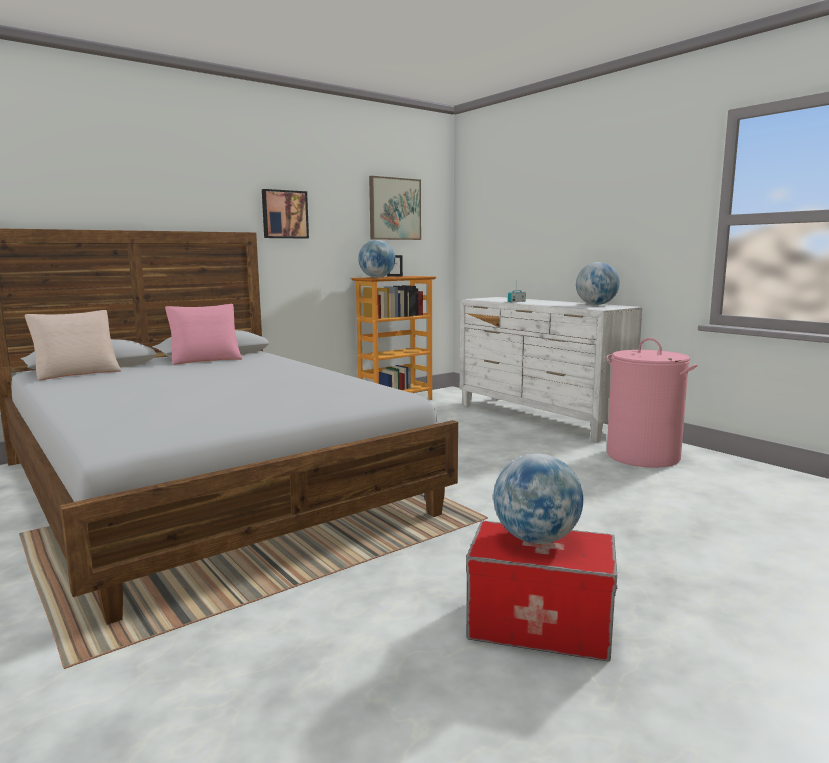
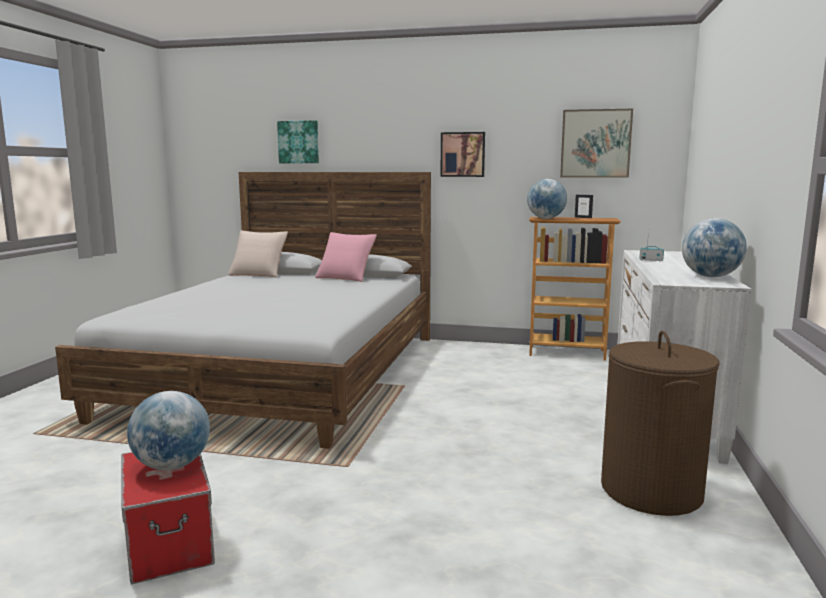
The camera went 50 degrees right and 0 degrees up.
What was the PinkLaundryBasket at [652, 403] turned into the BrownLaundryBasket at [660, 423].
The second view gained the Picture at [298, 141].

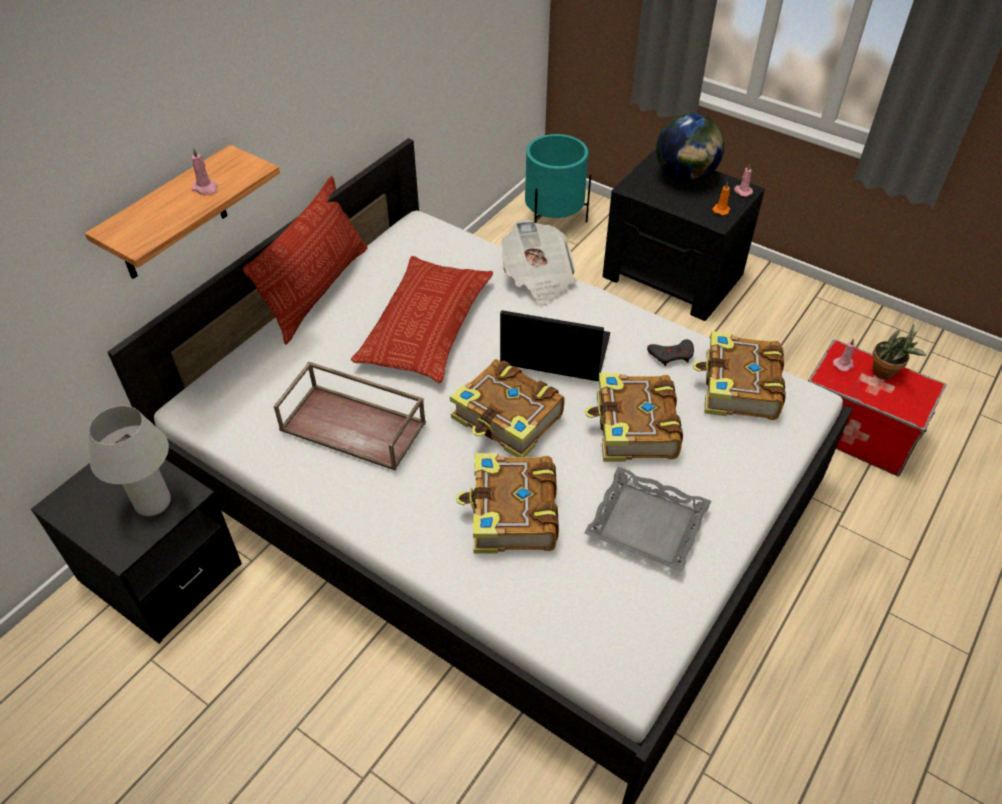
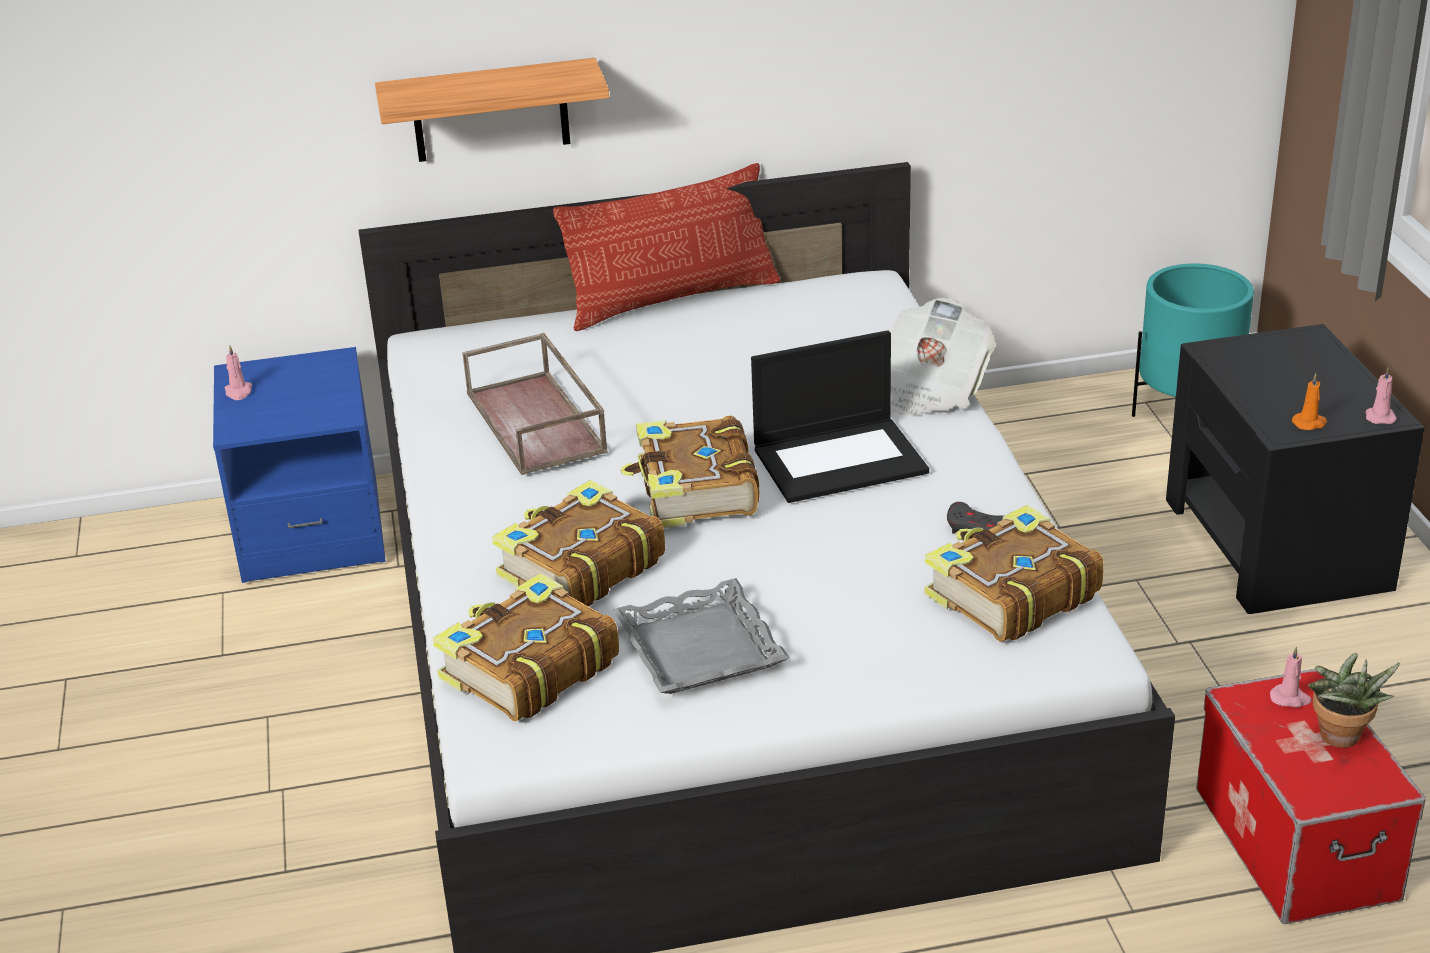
The camera went 45 degrees right and 15 degrees down.
What was the BlackNightstand at [136, 538] turned into the BlueNightstand at [299, 465].
The second view lost the WhiteTableLamp at [130, 461].
The PinkCandle ended up elsewhere, having gone from [204, 171] to [238, 372].
The second view lost the Pillow at [422, 319].
The Laptop at [555, 345] ended up facing another way, 105 degrees clockwise from before.
The Book ended up elsewhere, having gone from [634, 417] to [526, 647].
The second view lost the Globe at [690, 147].

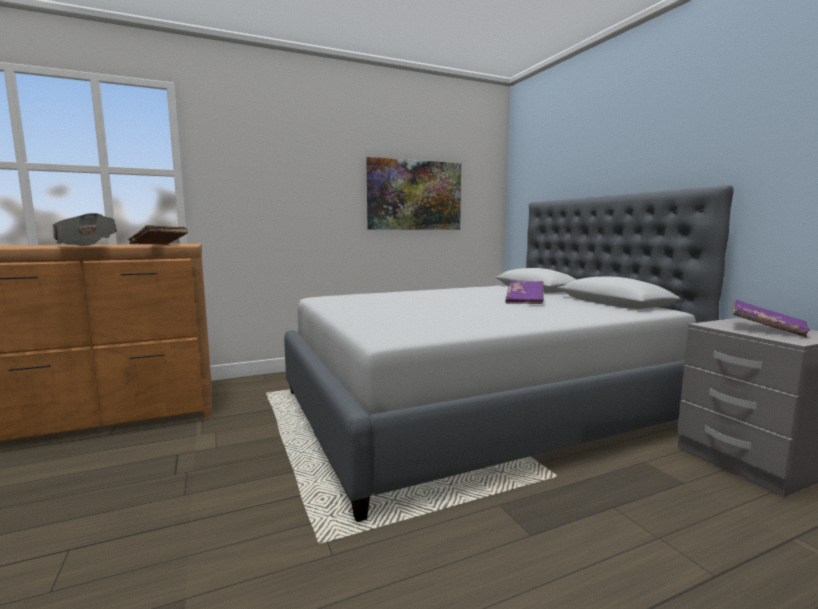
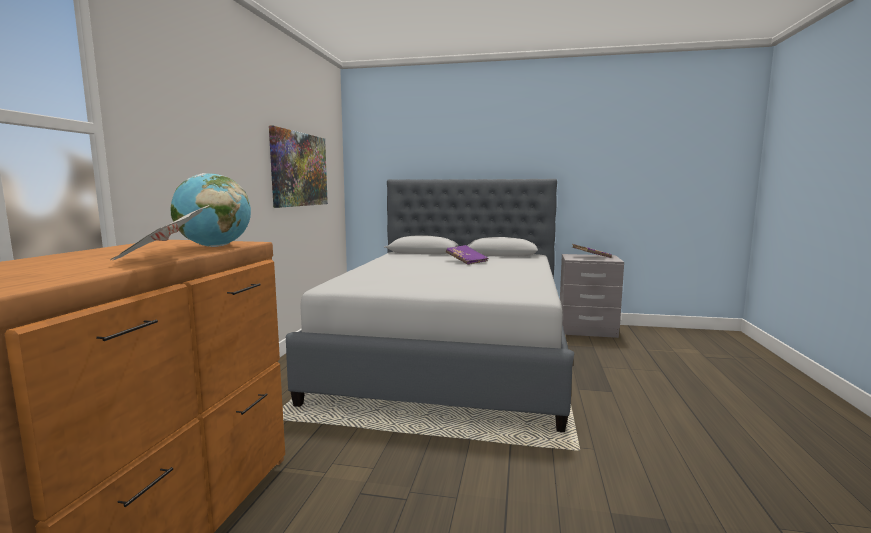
The camera went 55 degrees left and 0 degrees up.
Where the BrownBook stood at [158, 235], the Globe came to stand at [211, 210].

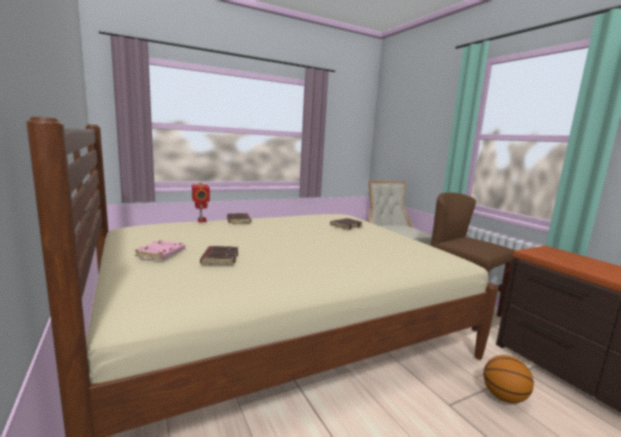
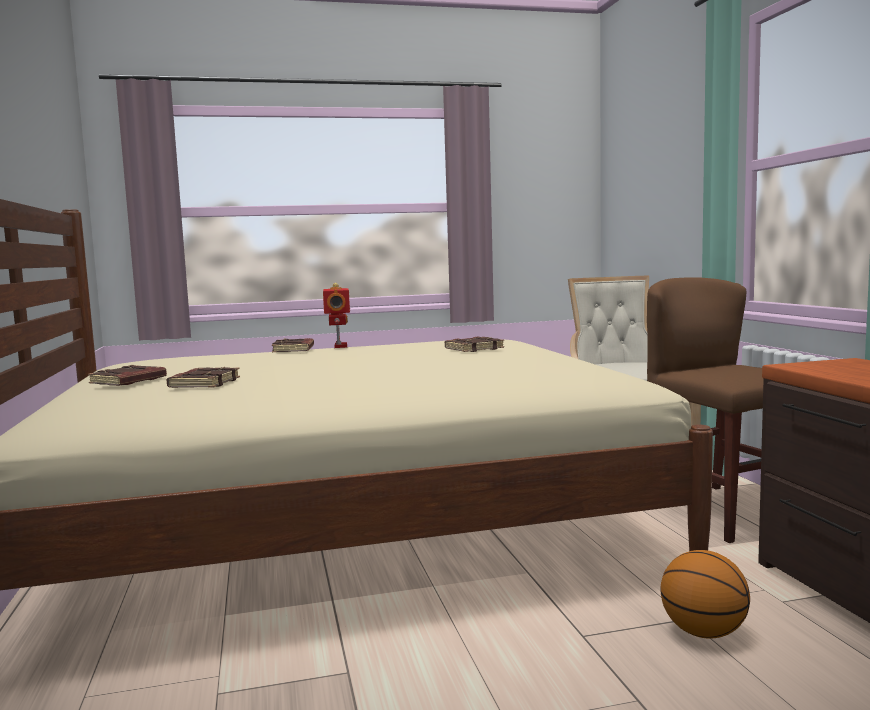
The camera went 15 degrees right and 5 degrees down.
What was the PinkBook at [159, 250] turned into the BrownBook at [127, 375].
The ToyRobot ended up elsewhere, having gone from [201, 202] to [336, 315].

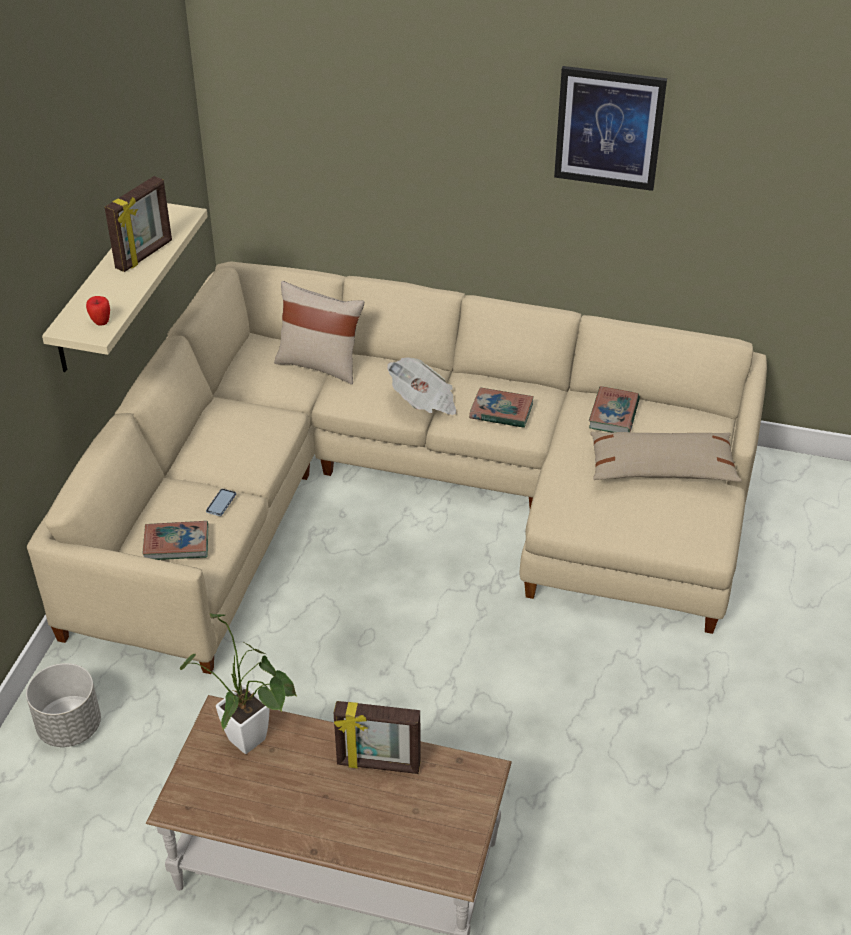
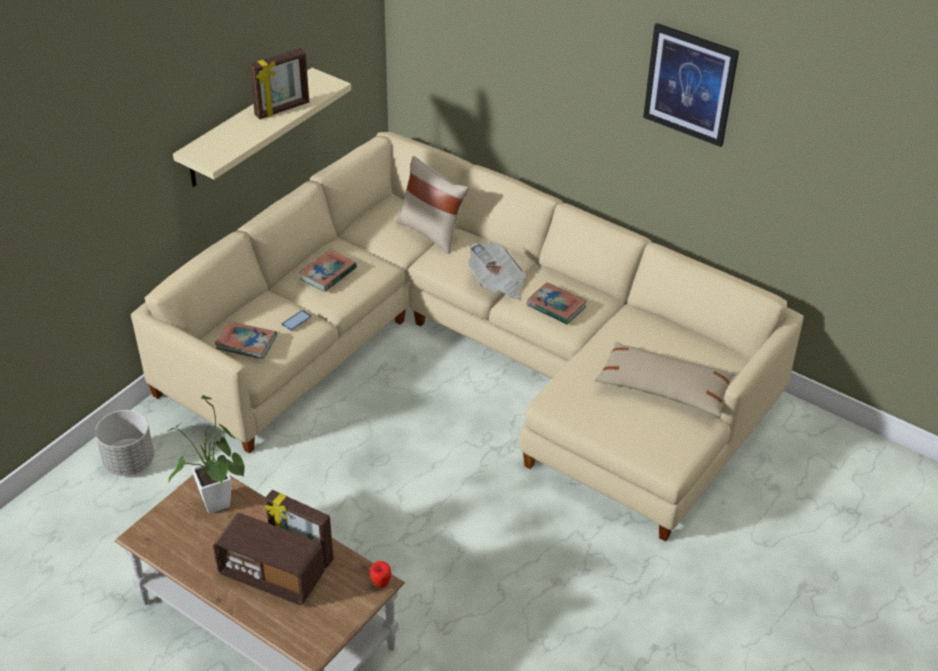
The camera went 20 degrees right and 0 degrees up.
The Apple ended up elsewhere, having gone from [98, 310] to [380, 574].
The Book ended up elsewhere, having gone from [614, 409] to [328, 270].
The second view gained the Radio at [269, 559].

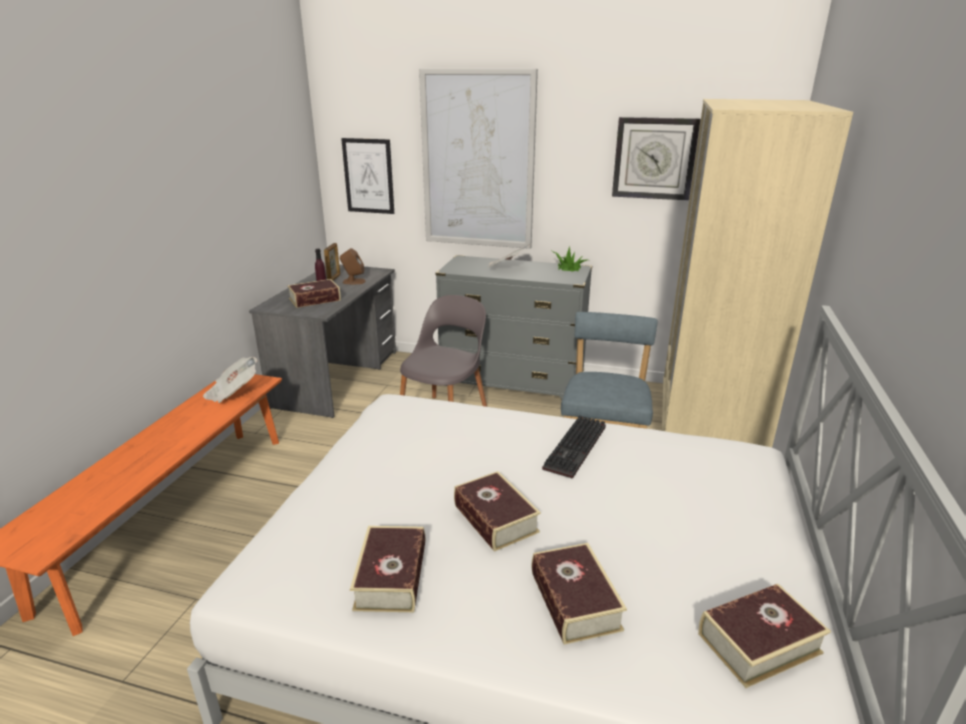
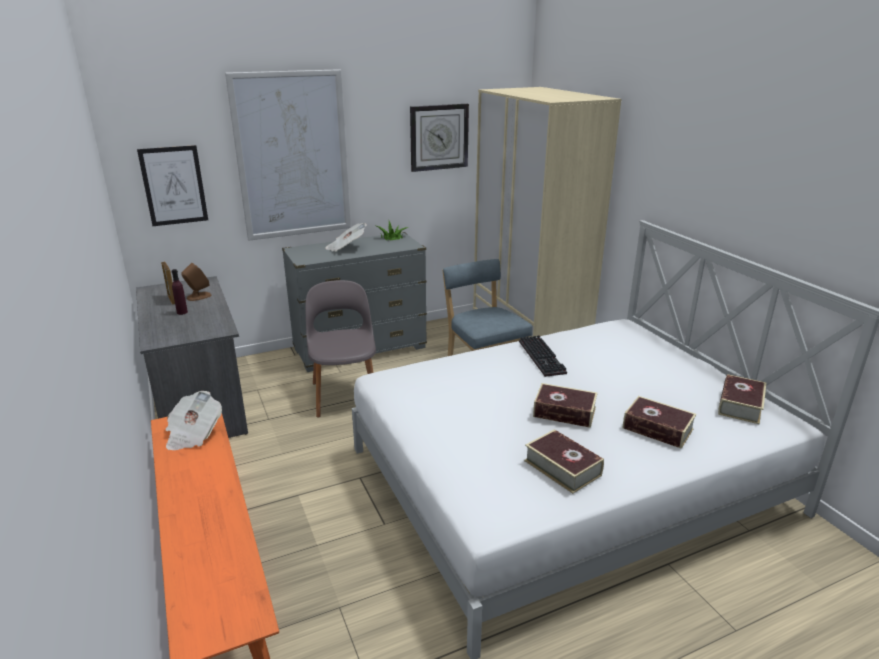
The camera went 40 degrees left and 0 degrees up.
The second view lost the Book at [314, 293].

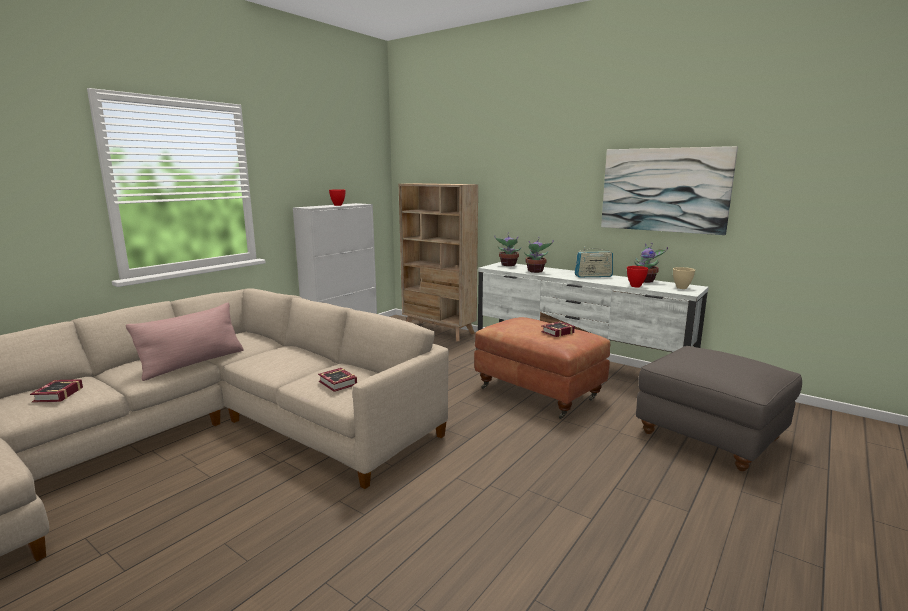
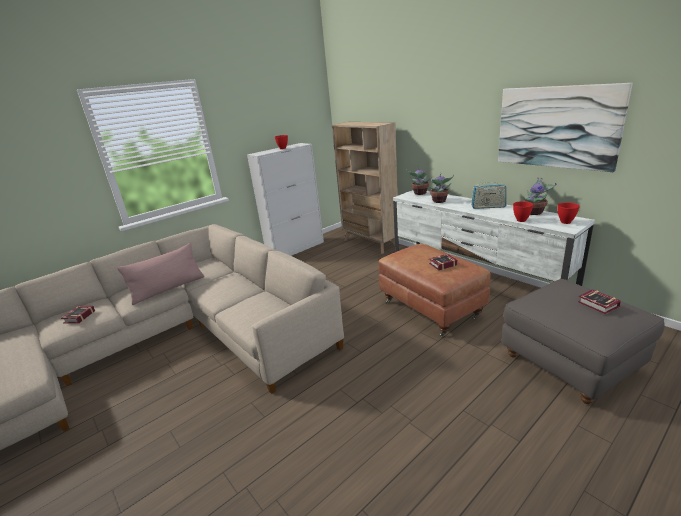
The camera went 15 degrees right and 10 degrees up.
The Book ended up elsewhere, having gone from [337, 380] to [599, 302].
What was the BeigeBowl at [684, 278] turned into the RedBowl at [569, 213].

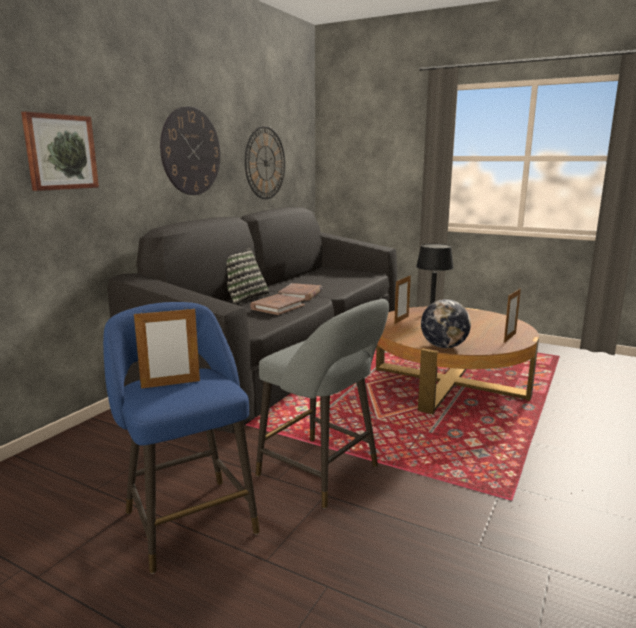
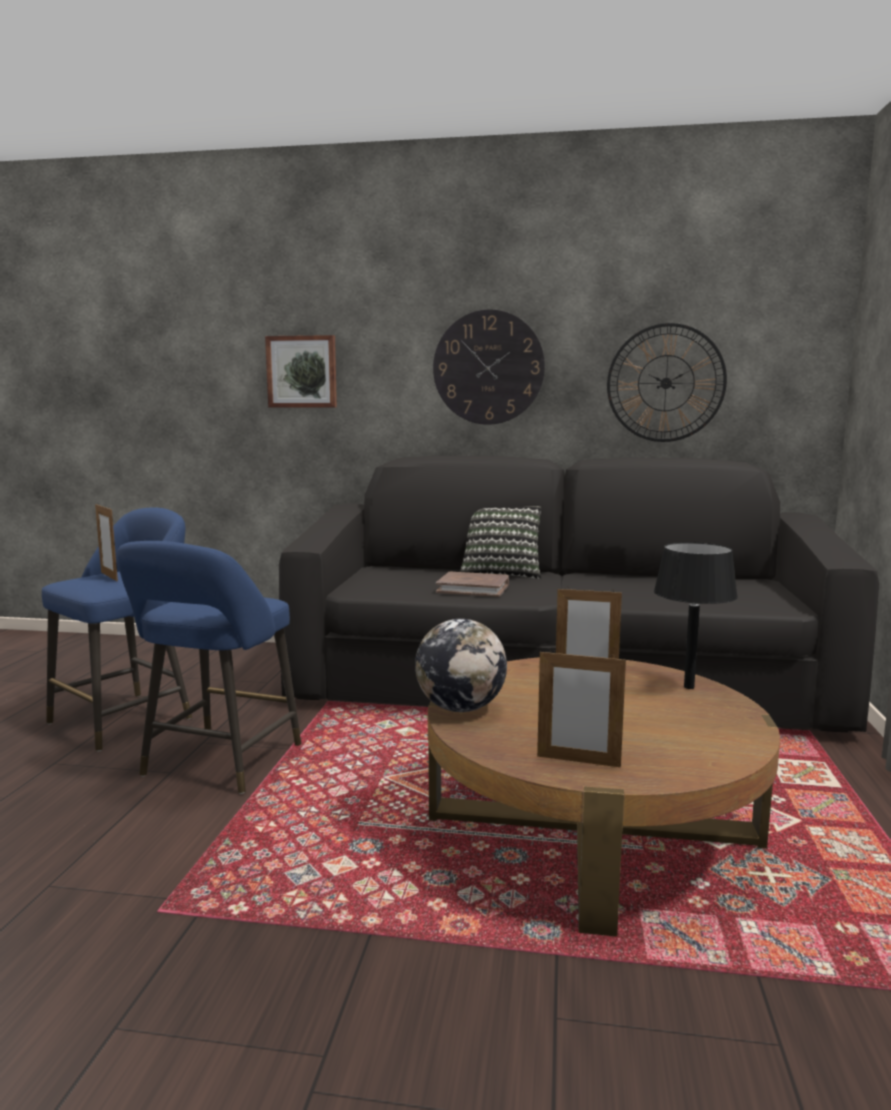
The camera went 70 degrees right and 5 degrees down.
What was the GreyStool at [322, 404] turned into the BlueStool at [209, 667].
The second view lost the BrownBook at [300, 292].

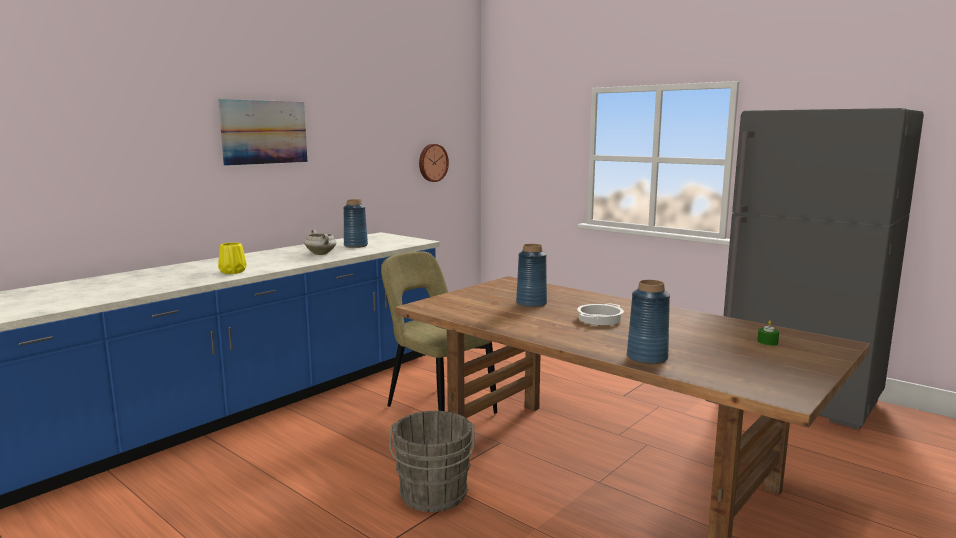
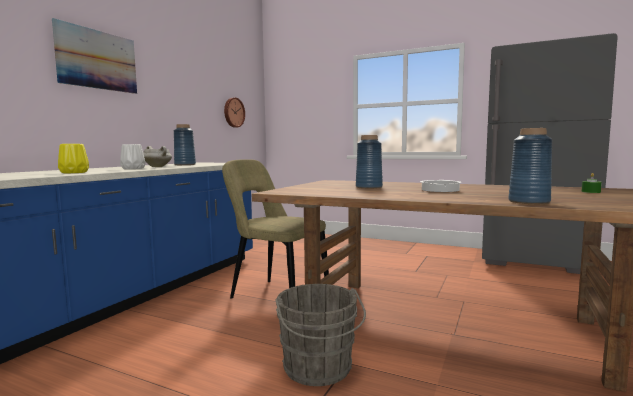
The camera went 15 degrees left and 5 degrees down.
The second view gained the WhiteVase at [132, 156].

